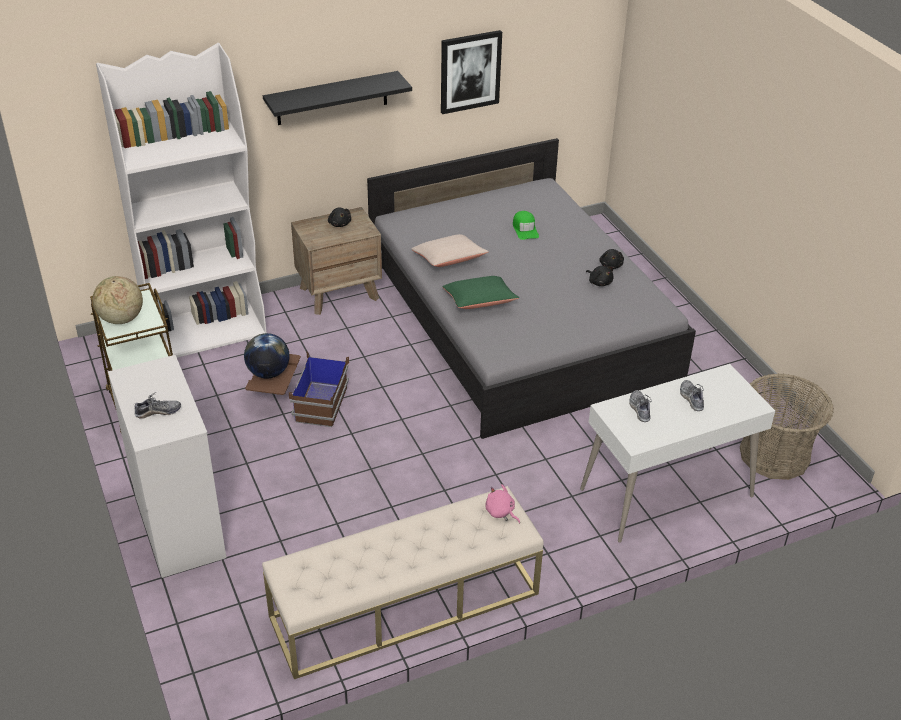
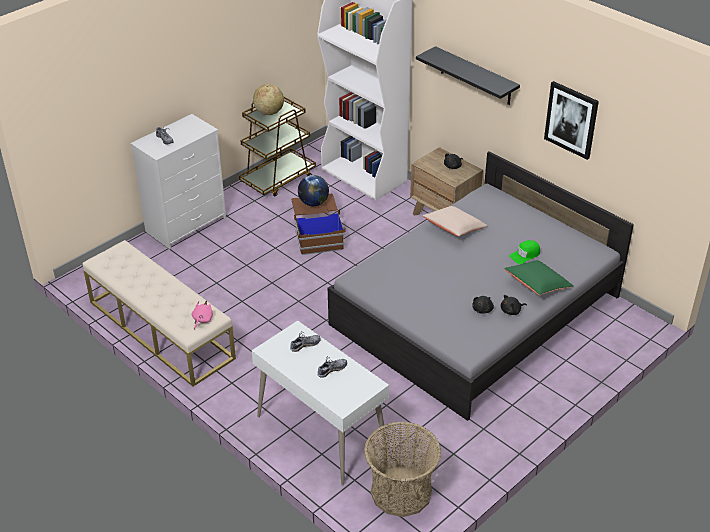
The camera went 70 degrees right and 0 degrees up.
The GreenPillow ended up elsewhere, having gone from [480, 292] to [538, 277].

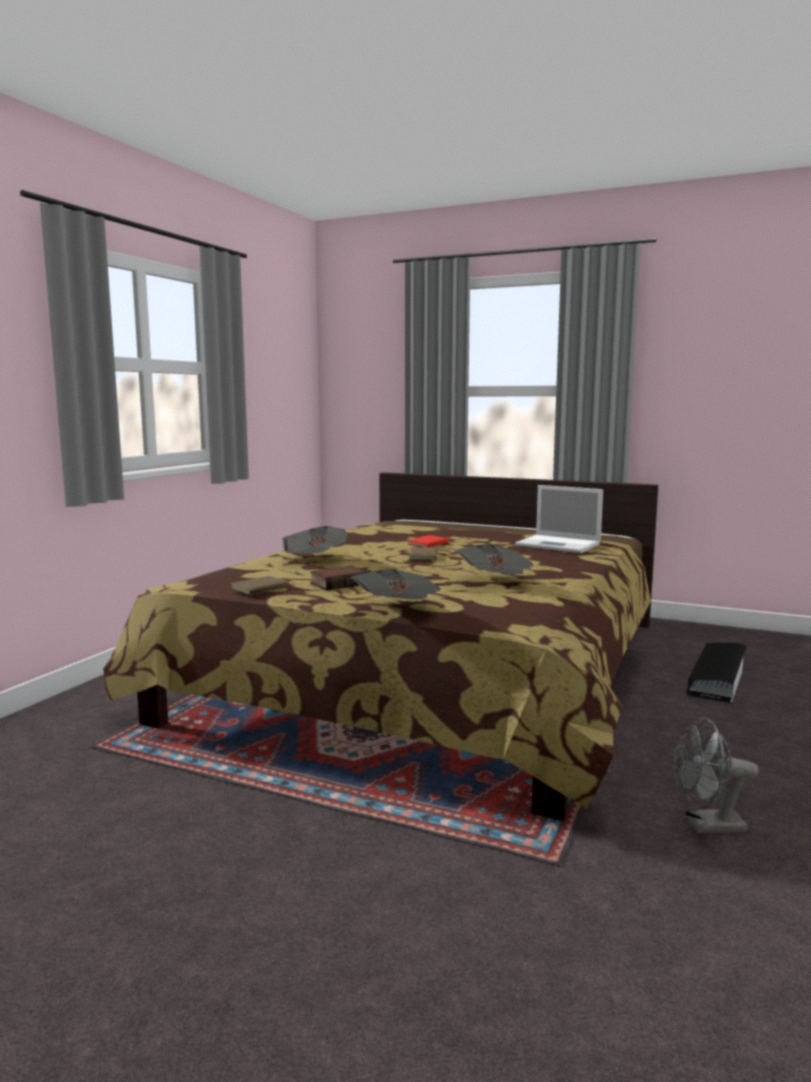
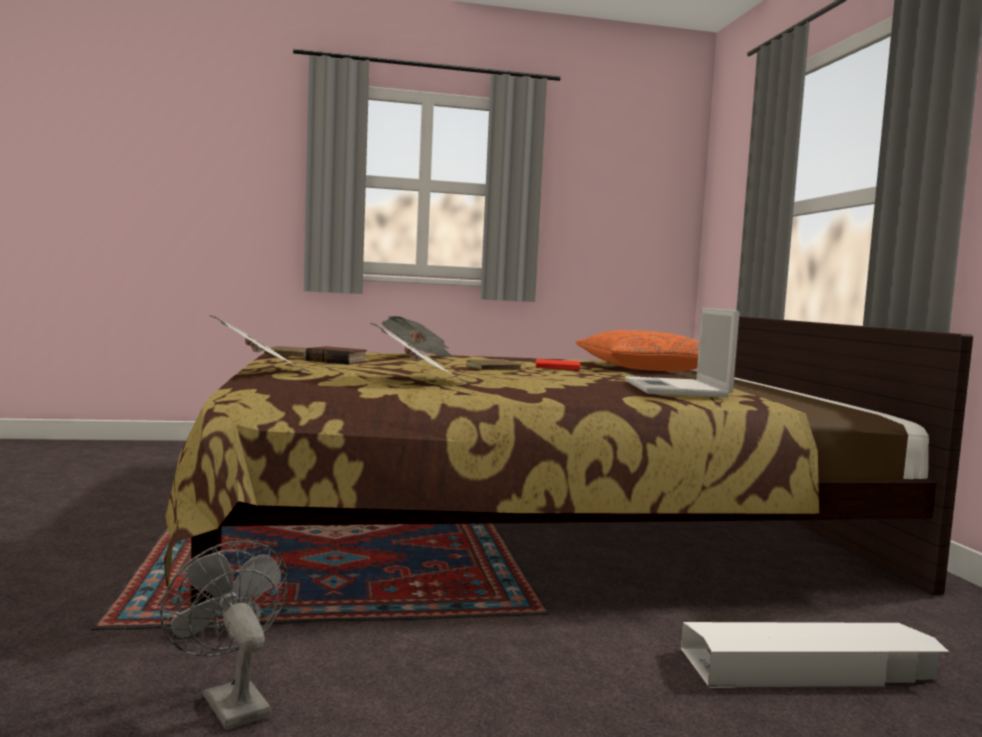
The camera went 55 degrees right and 5 degrees down.
What was the BlackStorageBox at [717, 673] turned into the WhiteStorageBox at [815, 655].
The second view gained the OrangePillow at [637, 350].

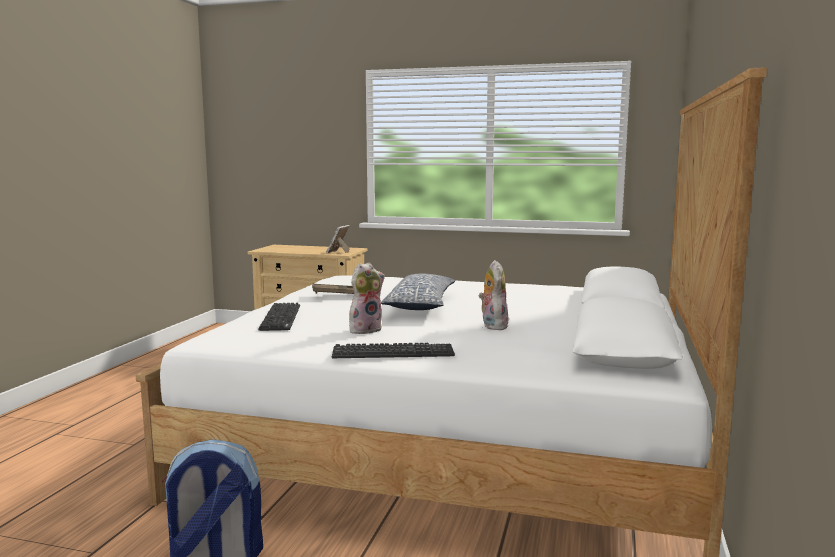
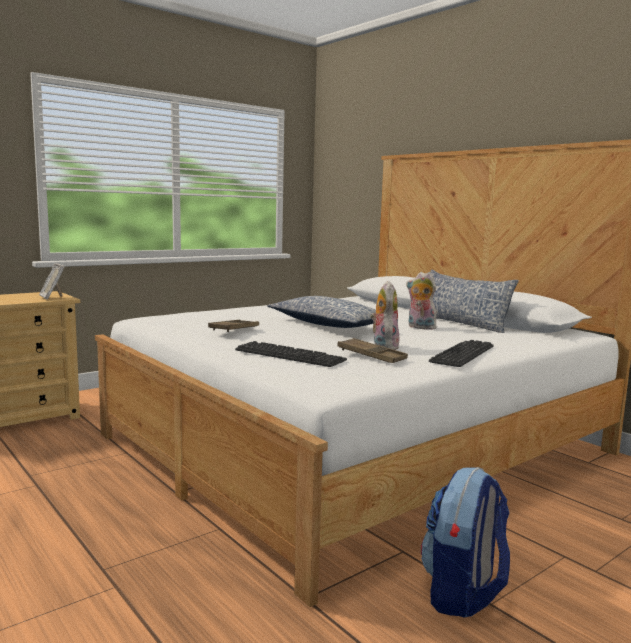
The camera went 55 degrees left and 0 degrees up.
The second view gained the BrownTray at [373, 350].
The second view gained the Pillow at [474, 301].

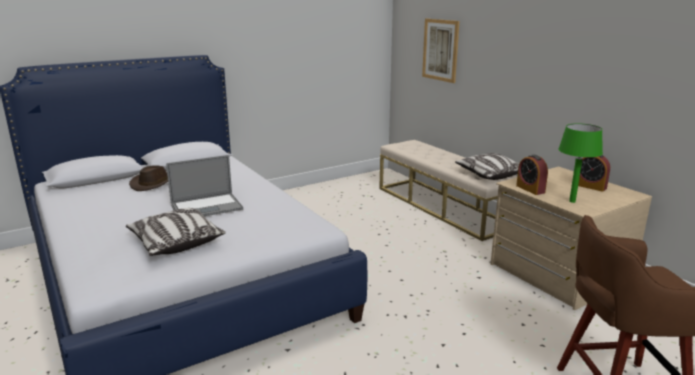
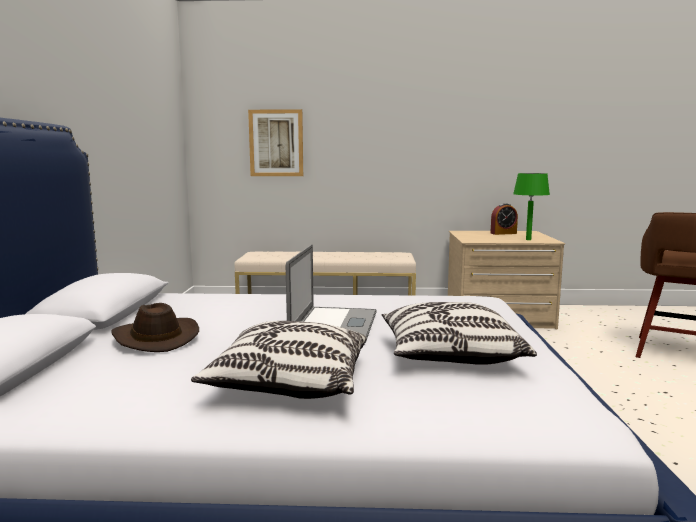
The camera went 55 degrees left and 10 degrees down.
The Pillow ended up elsewhere, having gone from [487, 166] to [278, 360].
The second view lost the AlarmClock at [532, 175].

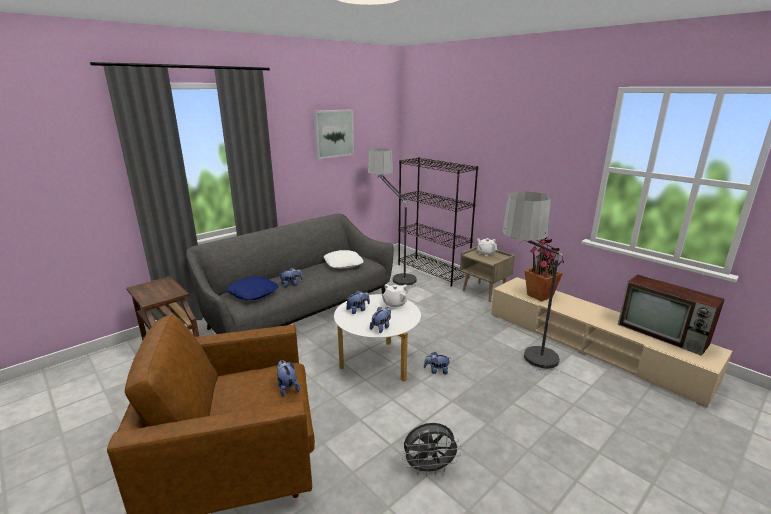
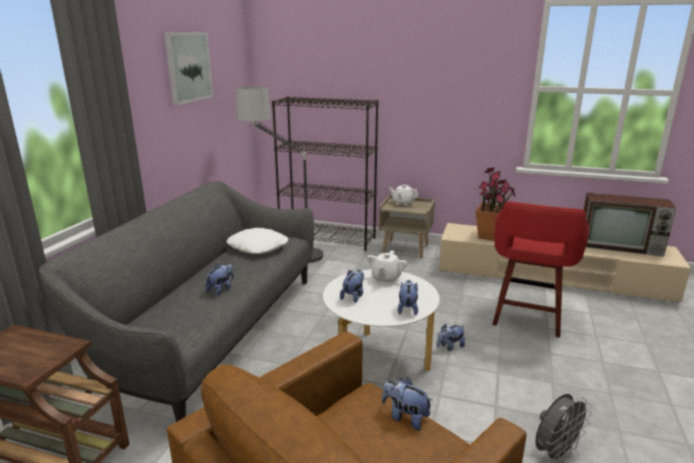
The camera went 30 degrees left and 0 degrees up.
The second view lost the BluePillow at [253, 288].
Where the FloorLamp stood at [532, 283], the RedStool came to stand at [540, 269].

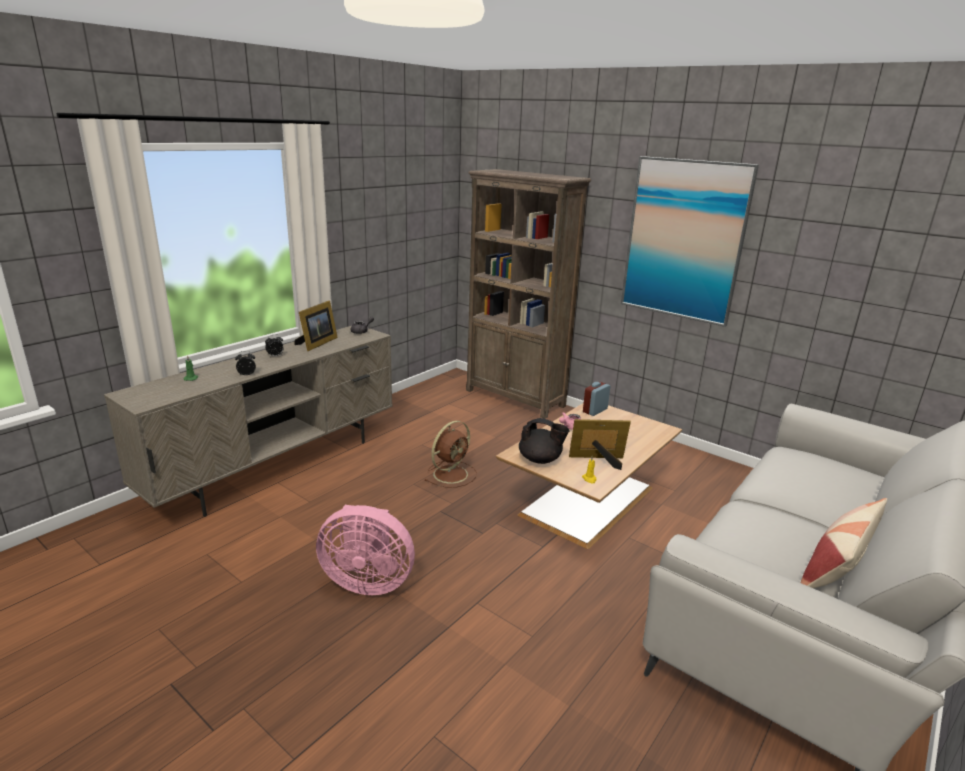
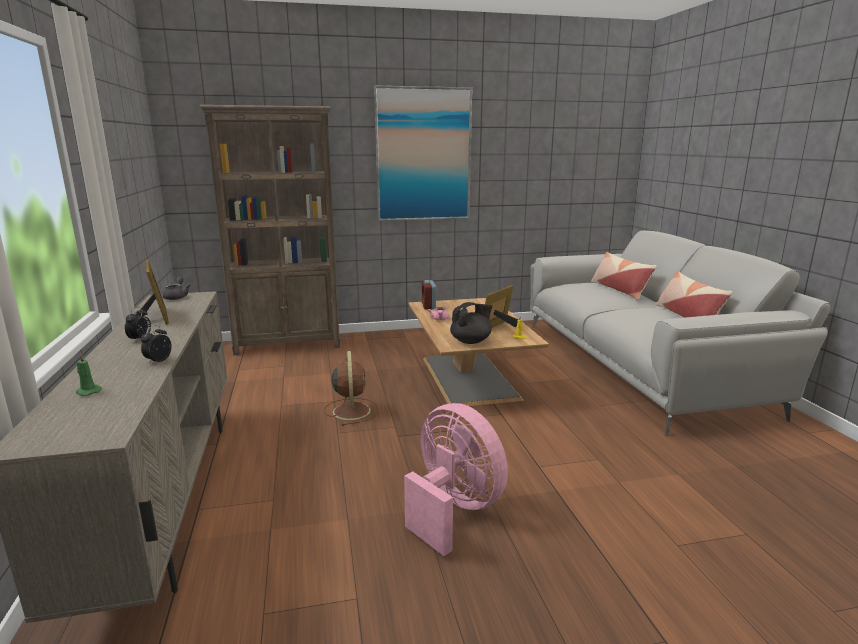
The camera went 50 degrees left and 5 degrees down.
The PinkFan at [365, 550] ended up facing another way, 90 degrees counterclockwise from before.
The second view gained the Pillow at [624, 276].

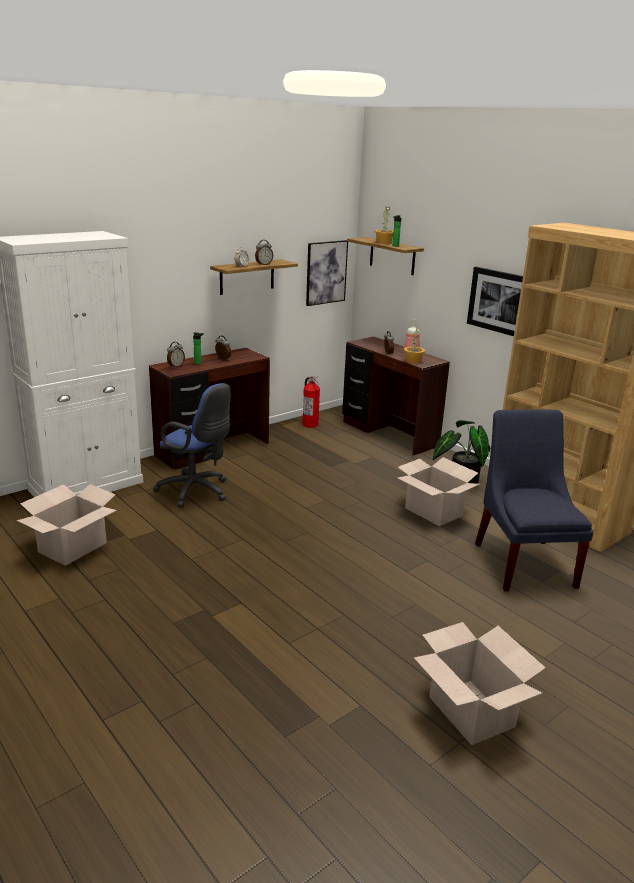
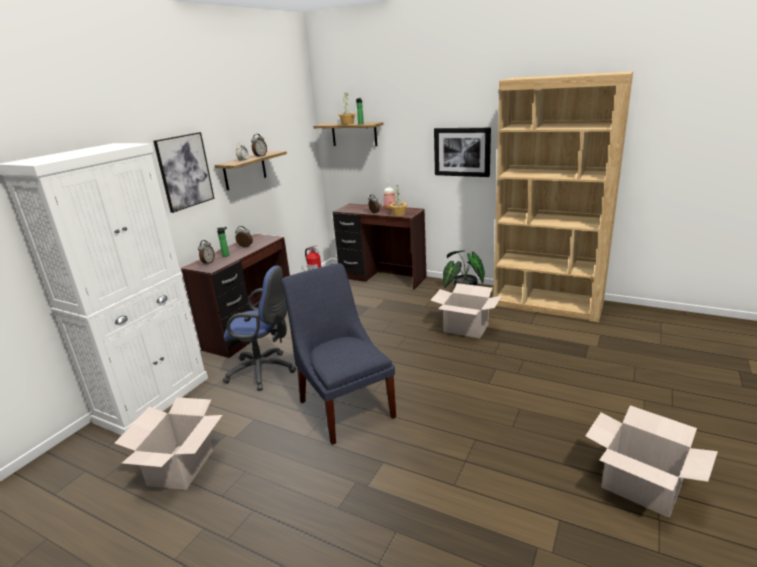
The camera went 20 degrees left and 0 degrees up.
The Picture ended up elsewhere, having gone from [327, 273] to [183, 172].
The BlueChair ended up elsewhere, having gone from [534, 500] to [339, 354].

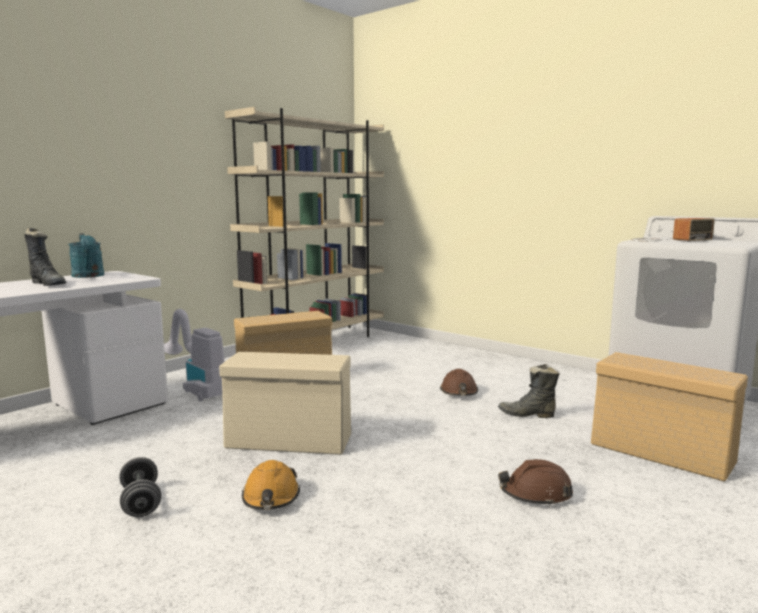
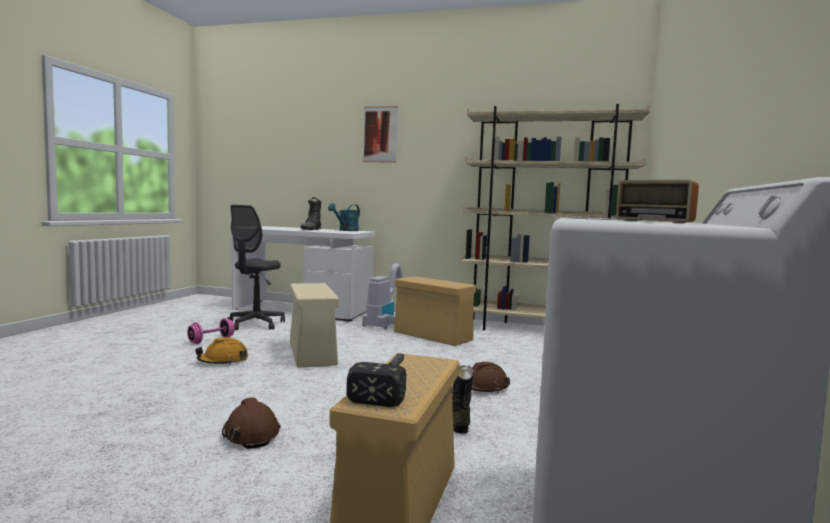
The camera went 65 degrees right and 5 degrees down.
What was the GreyDumbbell at [140, 487] turned into the PinkDumbbell at [211, 331].
The second view gained the GreyOfficeChair at [256, 267].
The second view gained the Hammer at [376, 380].
The second view gained the Picture at [380, 134].

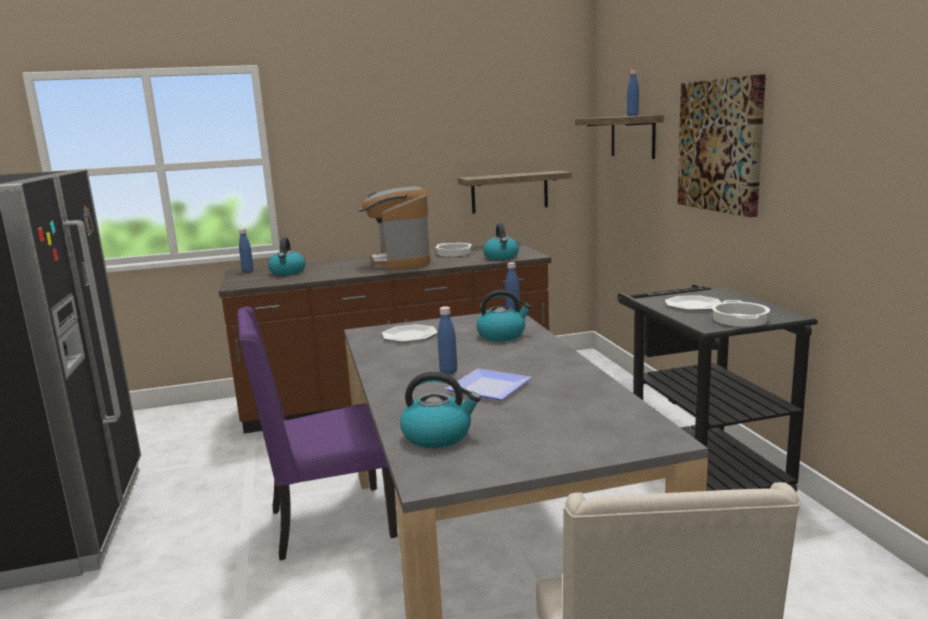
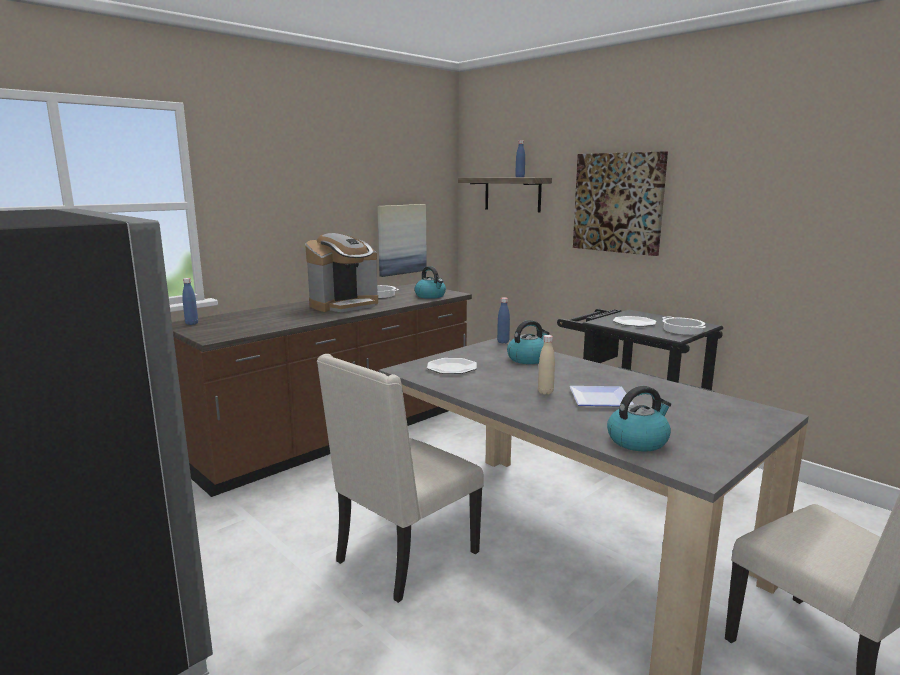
The camera went 30 degrees left and 0 degrees up.
What was the PurpleChair at [317, 433] turned into the BeigeChair at [400, 478].
The second view lost the Kettle at [287, 256].
The CoffeeMachine at [394, 228] ended up facing another way, 90 degrees counterclockwise from before.
What was the BlueBottle at [447, 340] turned into the BeigeBottle at [546, 365].
Where the Shelf hung at [515, 191], the Picture came to hang at [402, 240].

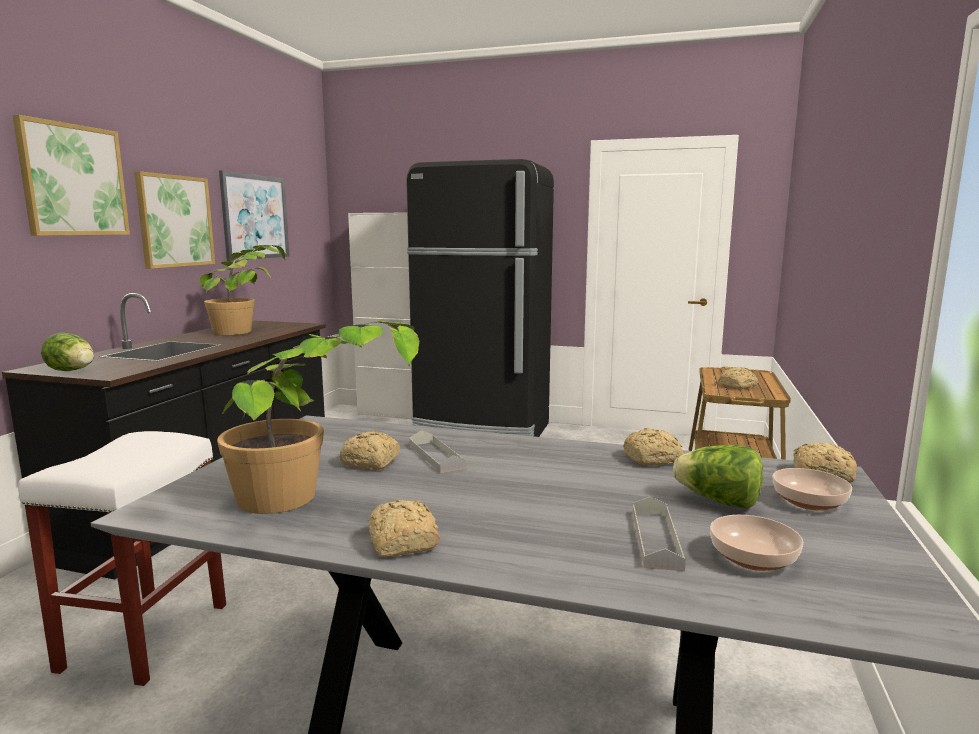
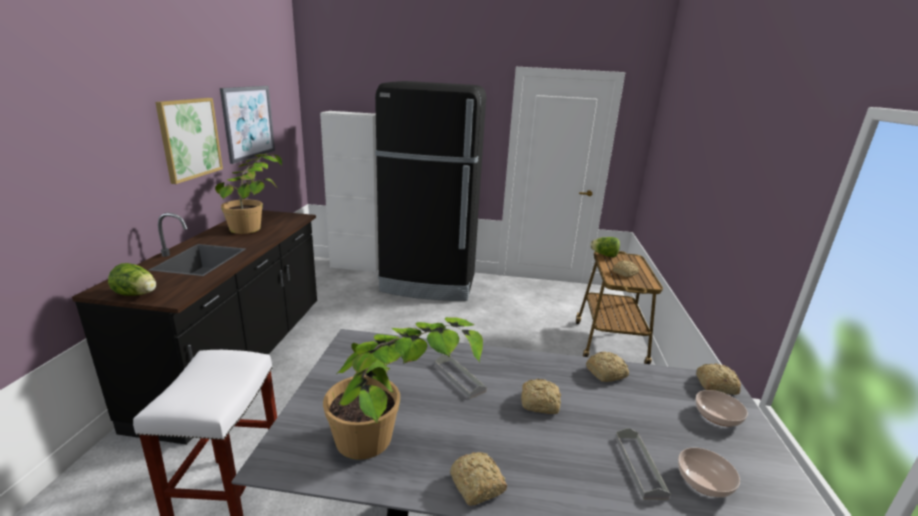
The camera went 10 degrees left and 10 degrees up.
The second view lost the Picture at [71, 175].
The Bread ended up elsewhere, having gone from [369, 450] to [541, 396].
The Lettuce ended up elsewhere, having gone from [718, 477] to [605, 247].

